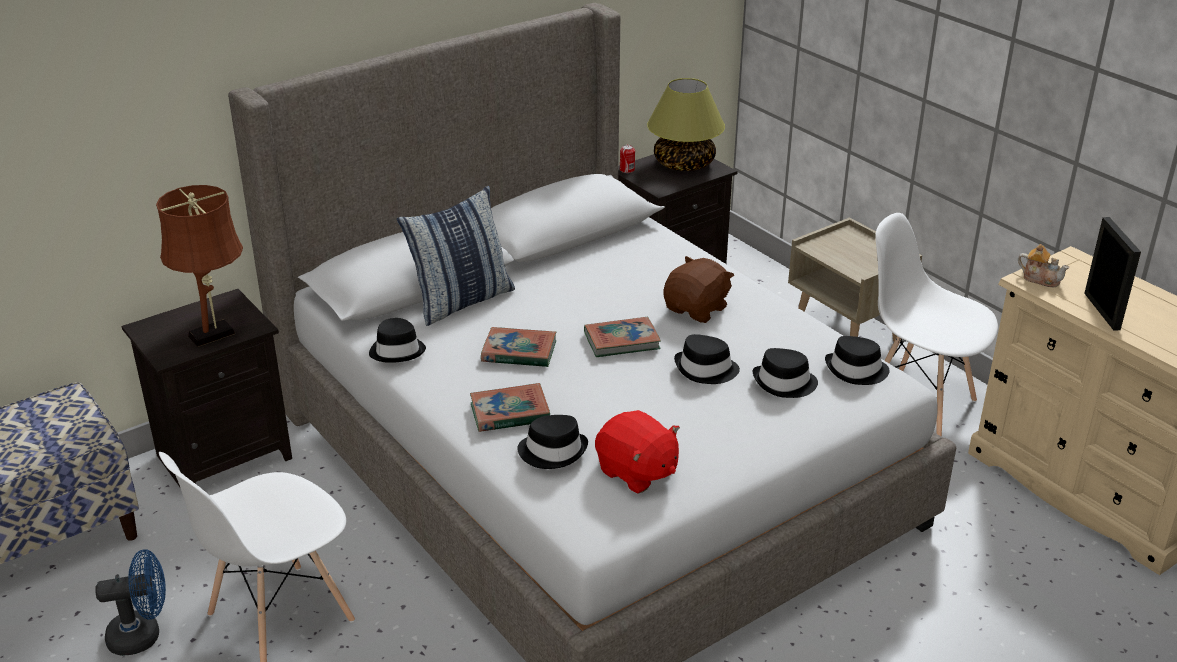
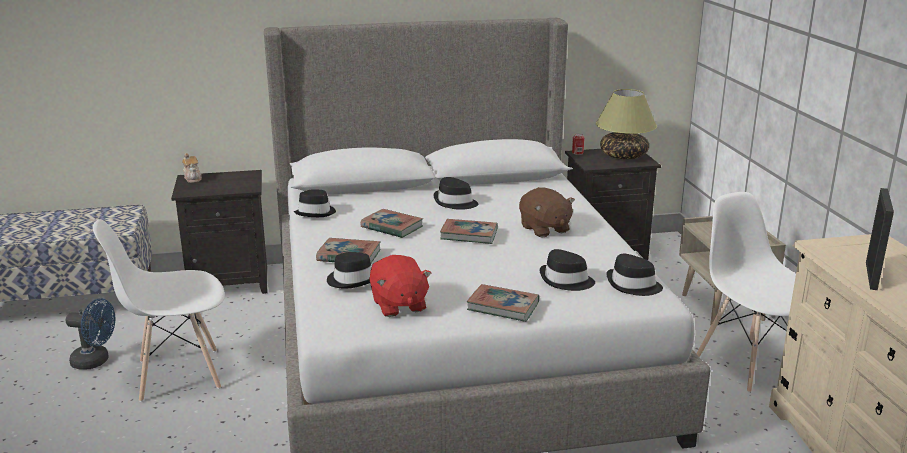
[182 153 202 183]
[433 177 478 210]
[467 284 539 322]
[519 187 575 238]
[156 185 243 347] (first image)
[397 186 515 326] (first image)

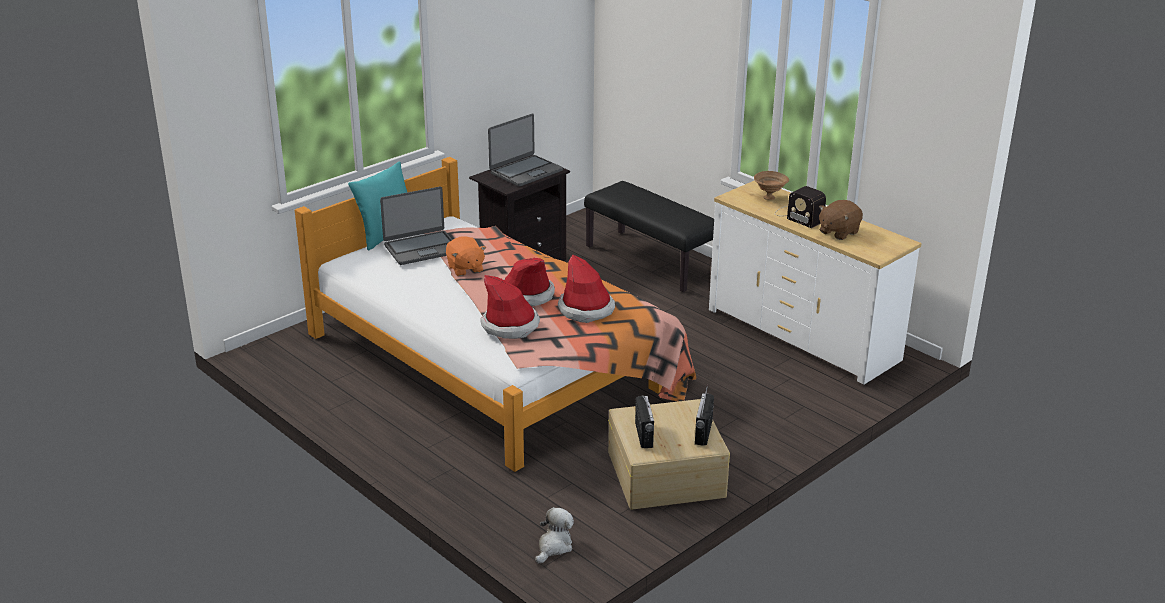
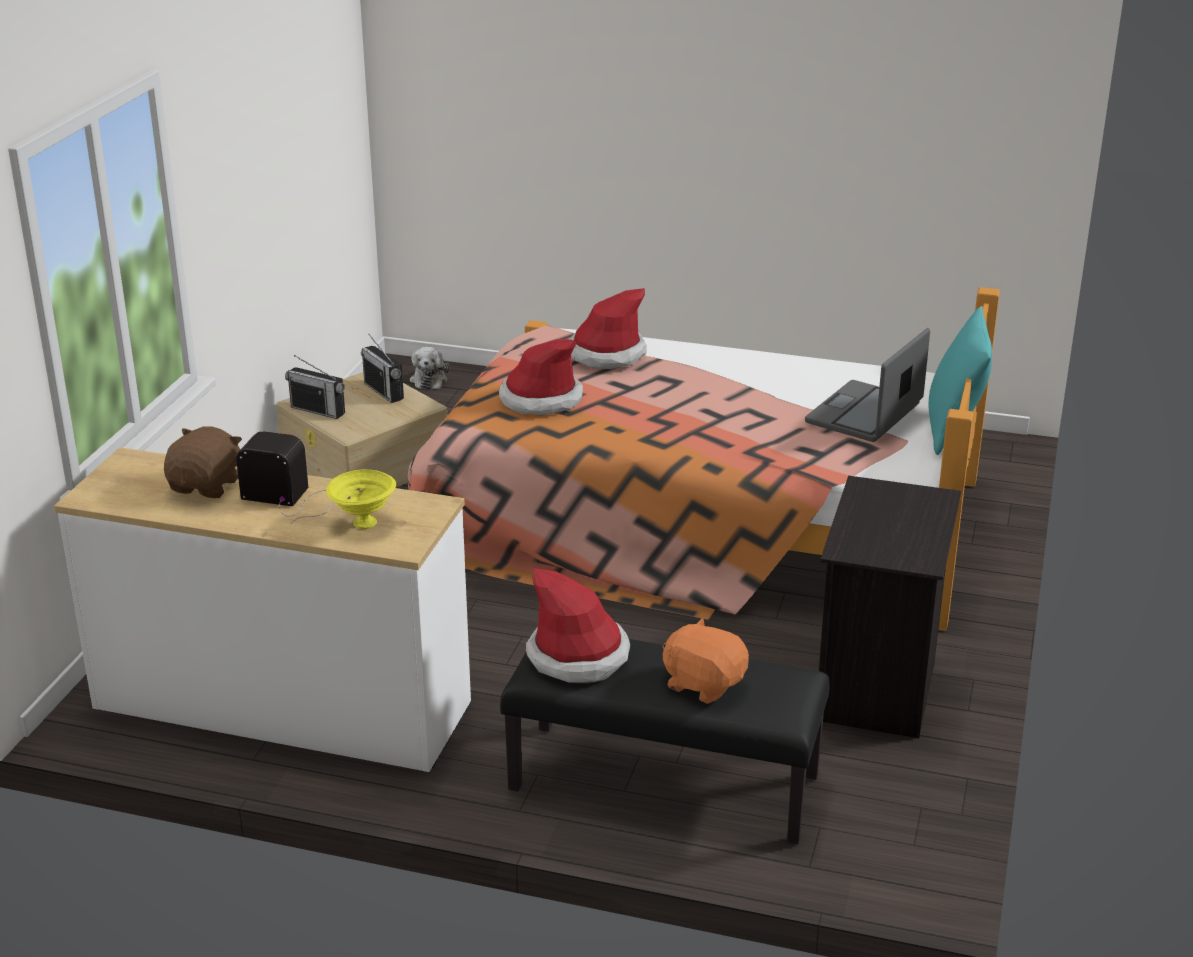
[285 355 345 419]
[326 470 396 529]
[526 568 630 683]
[663 618 749 704]
[488 114 563 187] (first image)

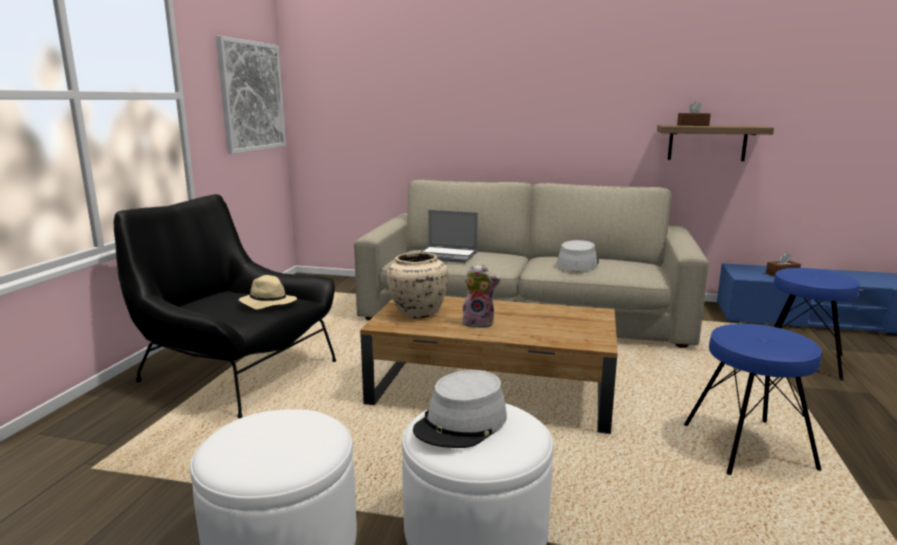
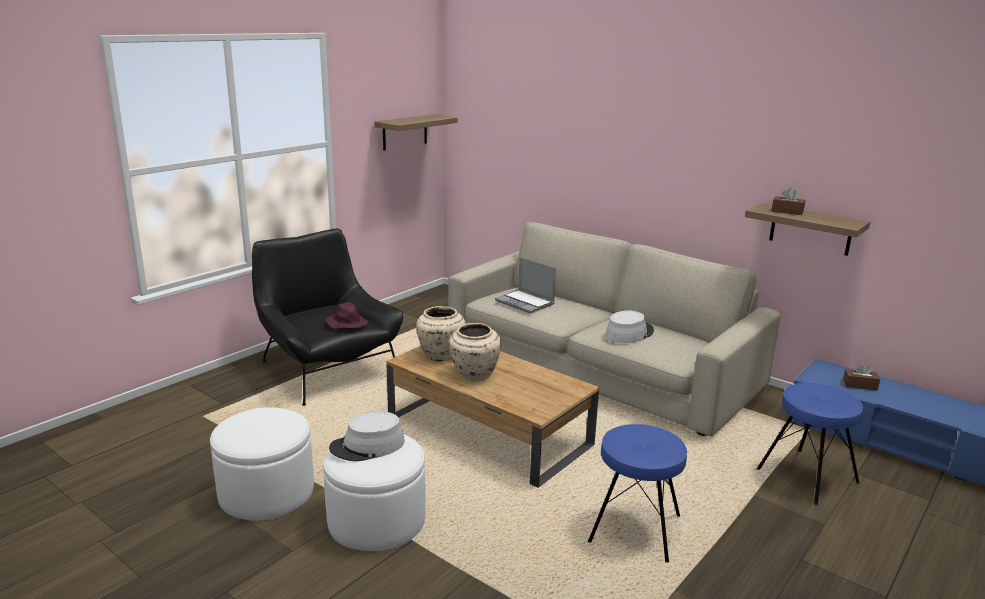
[326 302 368 329]
[374 114 458 151]
[449 323 501 381]

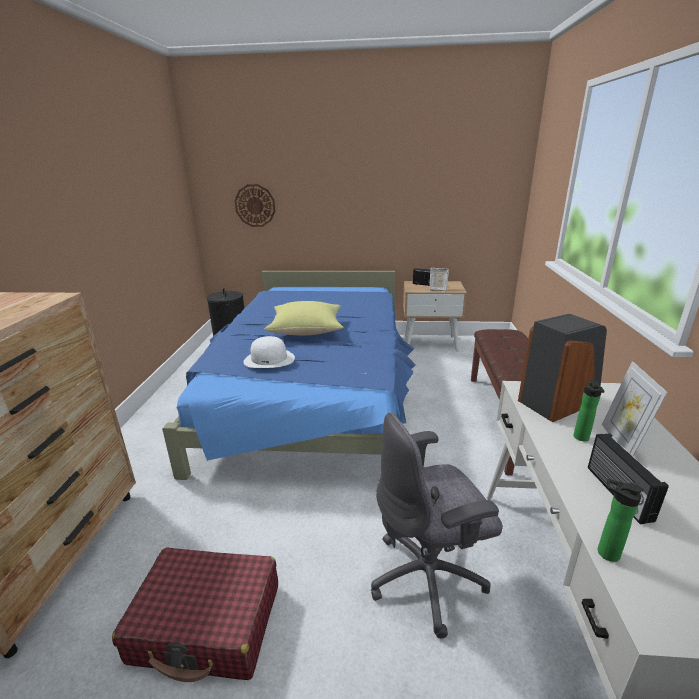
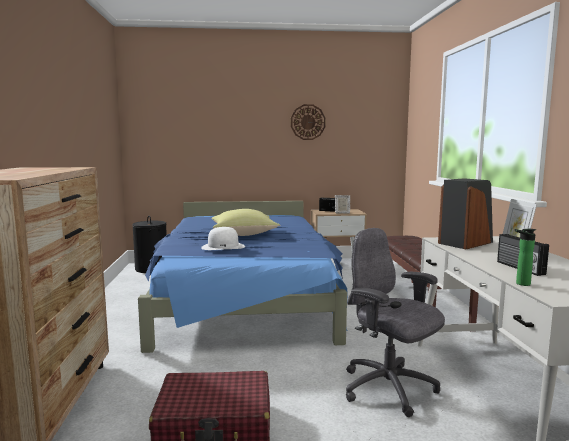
[291 104 326 140]
[346 228 445 417]
[573 379 604 441] (first image)

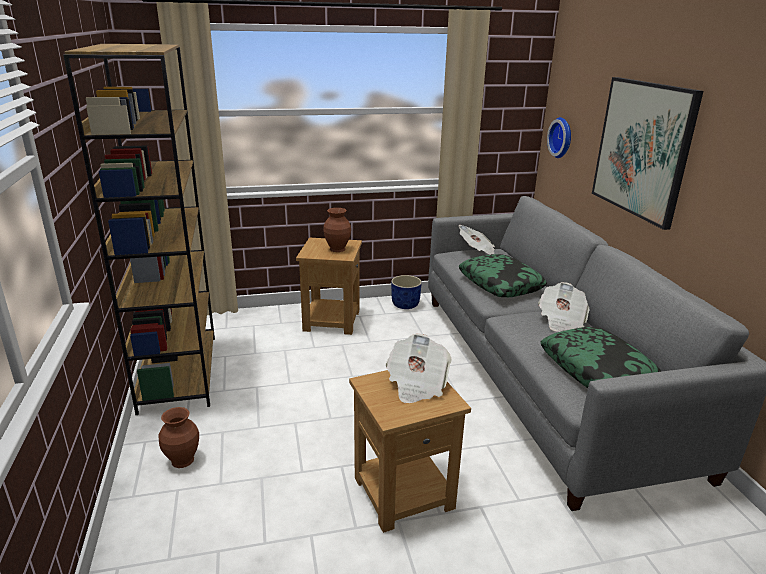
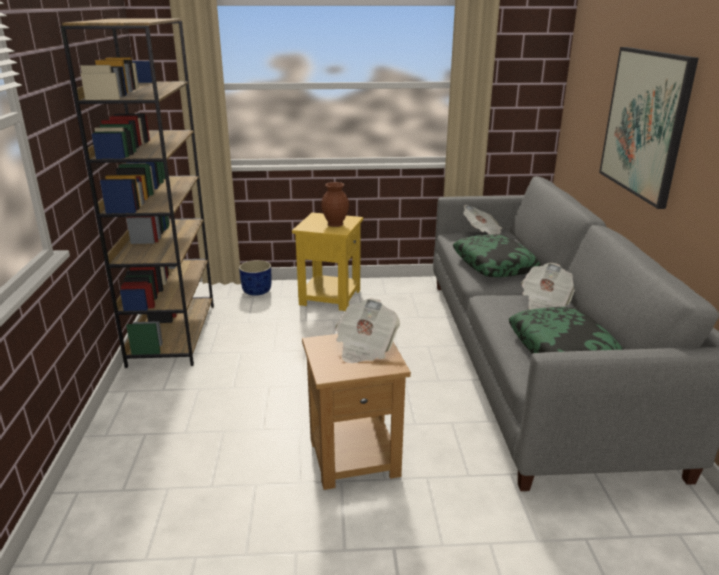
[239 260 271 296]
[292 213 363 311]
[159 407 199 468] (first image)
[547 117 571 158] (first image)

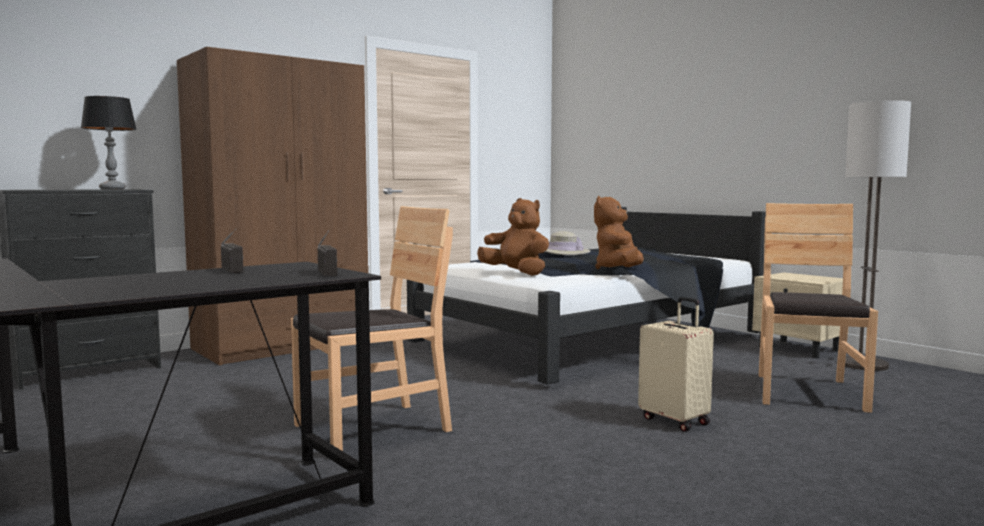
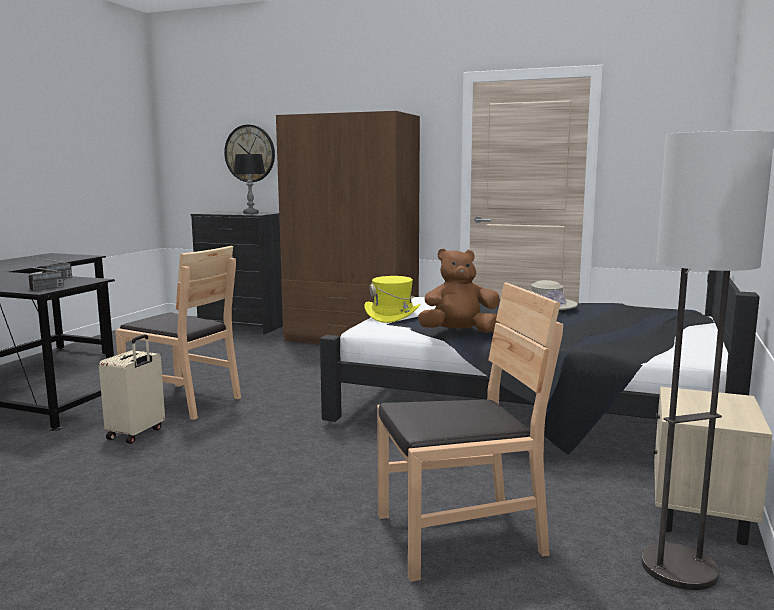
[99 334 165 444]
[224 125 275 182]
[364 276 420 323]

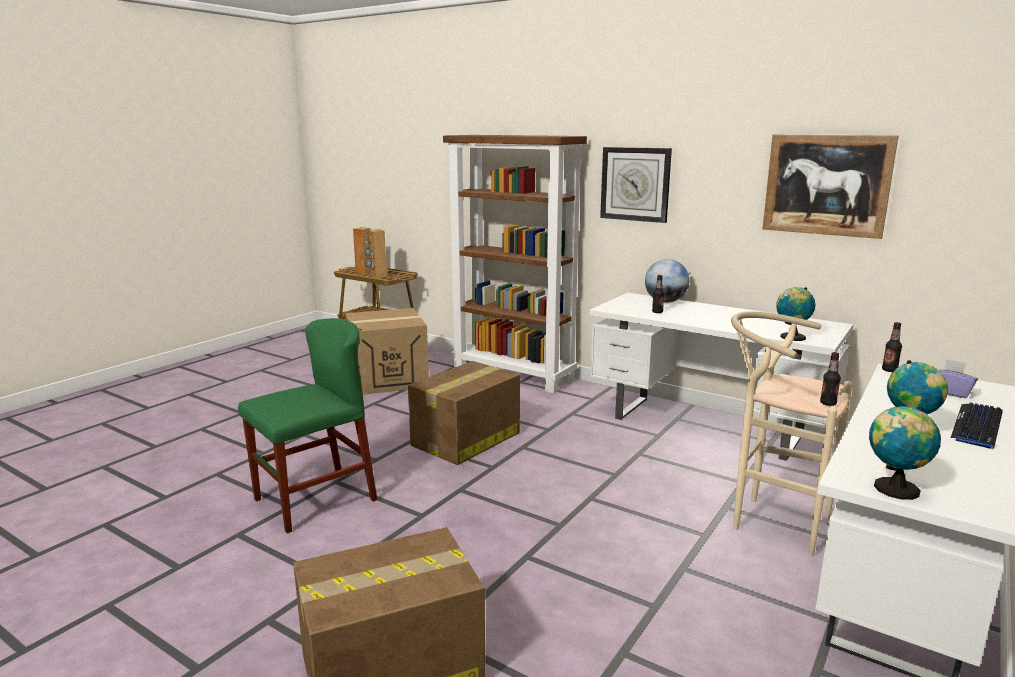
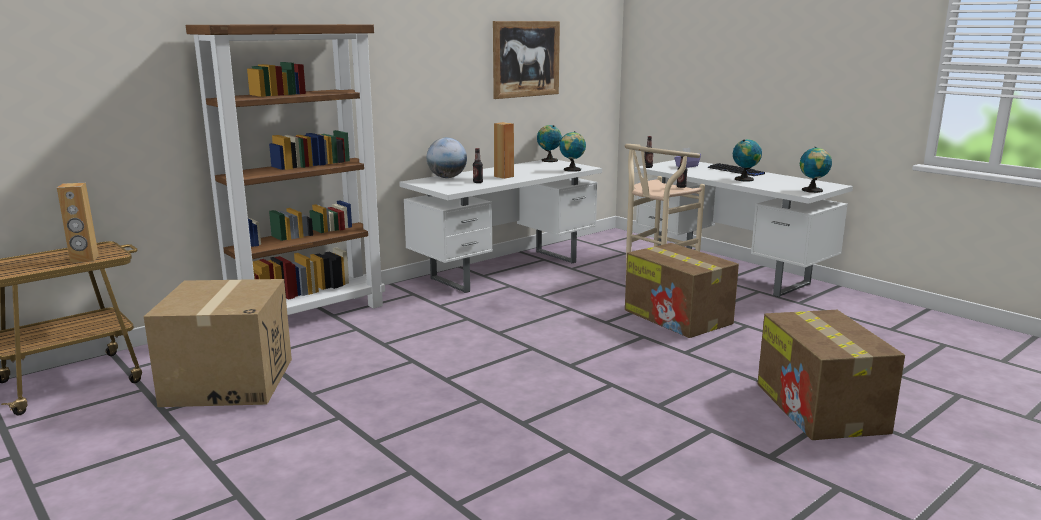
[494 122 514 179]
[537 125 562 162]
[625 243 739 338]
[238 318 377 534] (first image)
[600 147 672 223] (first image)

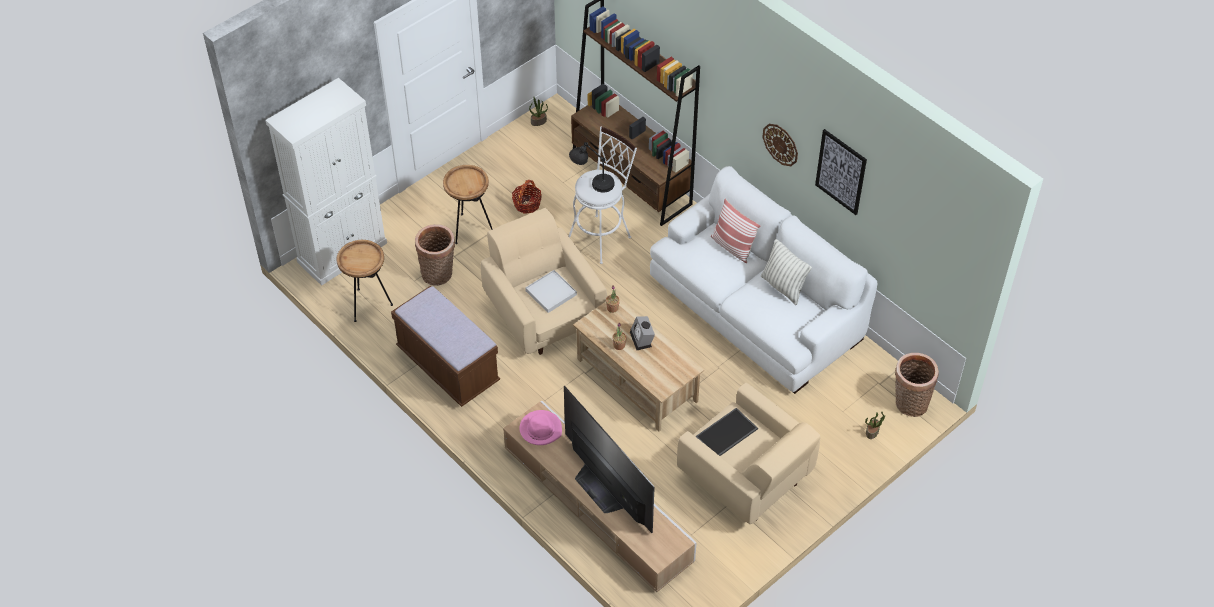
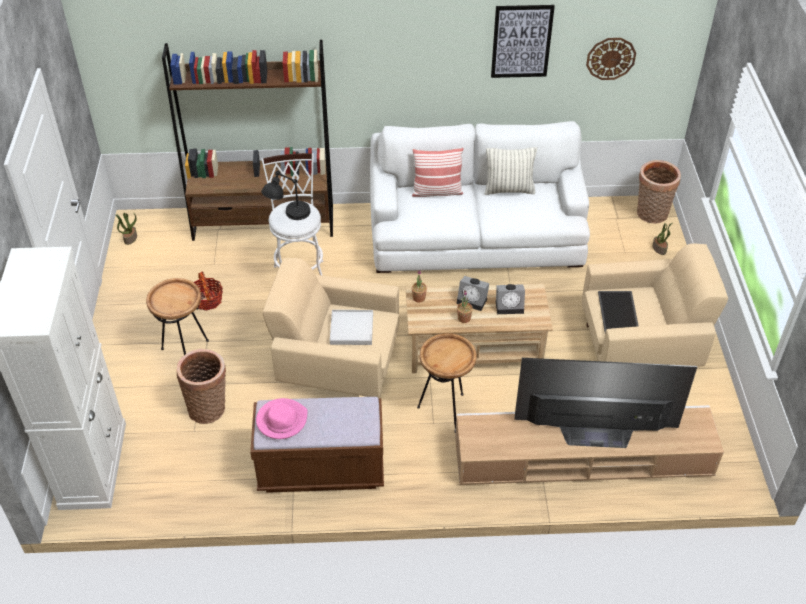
[256 398 307 439]
[417 333 477 432]
[496 284 525 314]
[586 38 636 80]

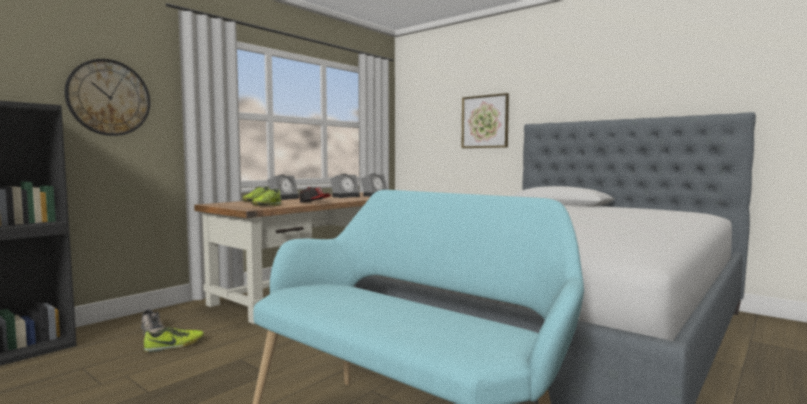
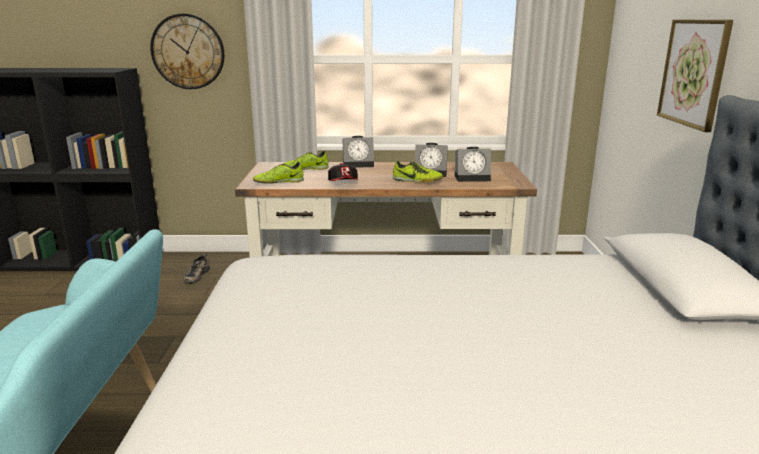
[393 161 443 183]

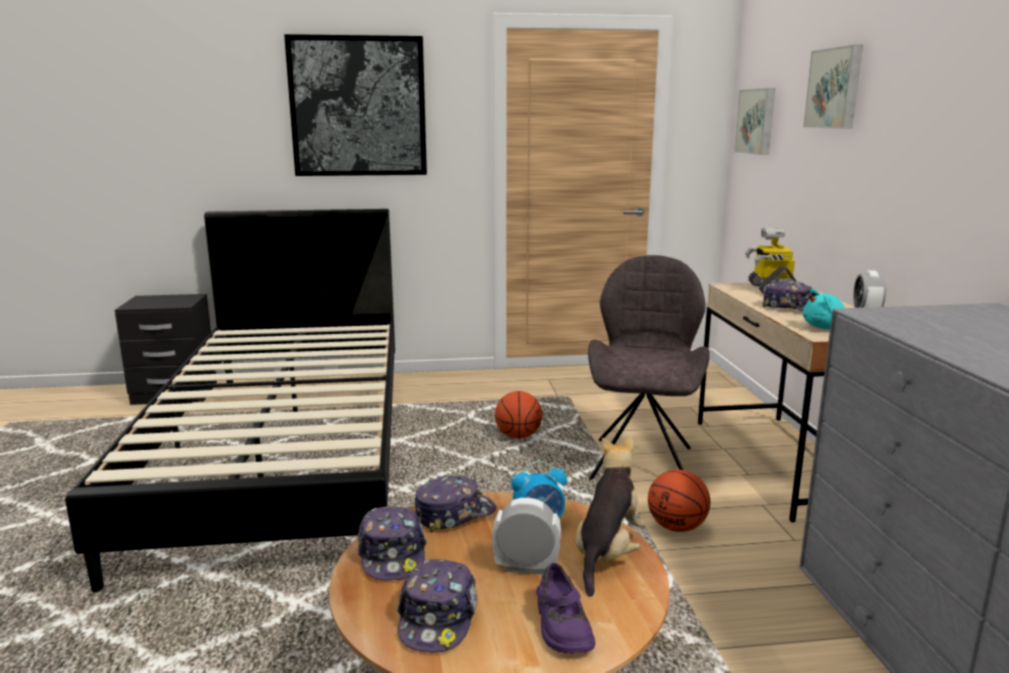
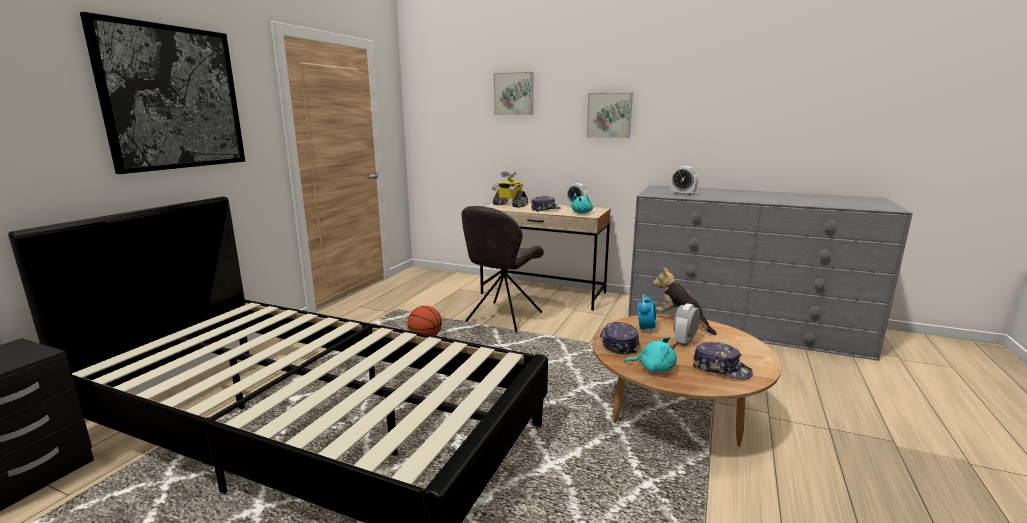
[462 206 544 332]
[586 93 633 138]
[624 337 677 372]
[670 166 698 196]
[536 563 595 654] (first image)
[648 470 710 532] (first image)

